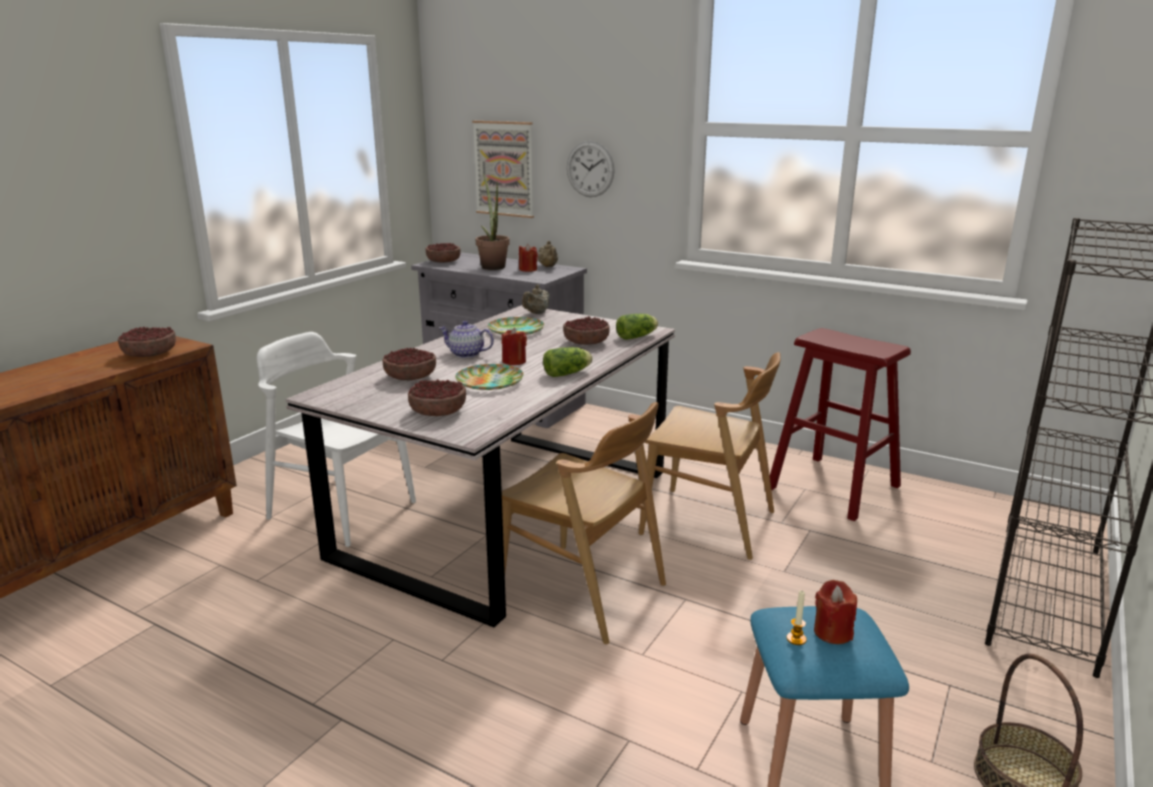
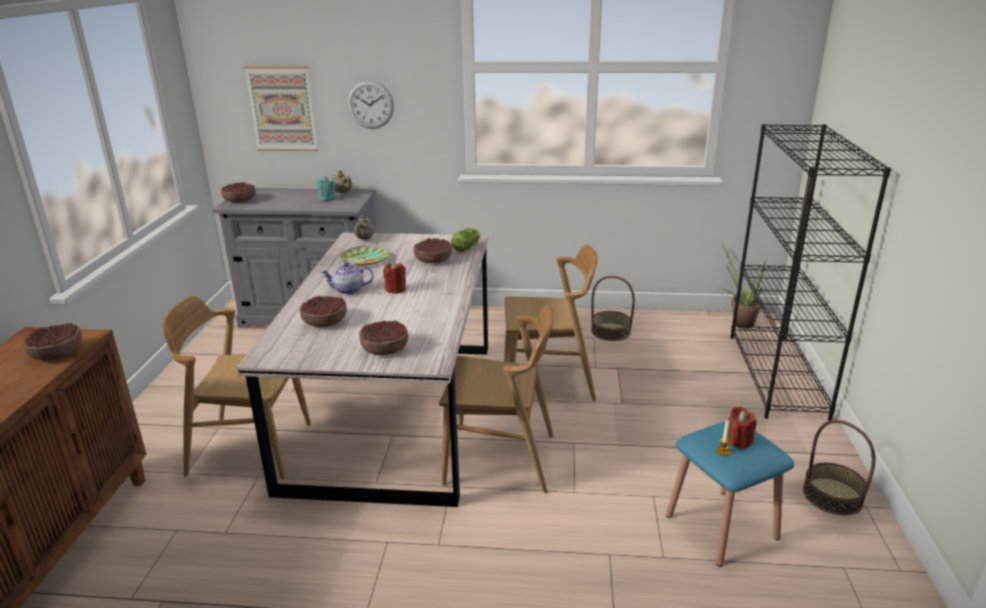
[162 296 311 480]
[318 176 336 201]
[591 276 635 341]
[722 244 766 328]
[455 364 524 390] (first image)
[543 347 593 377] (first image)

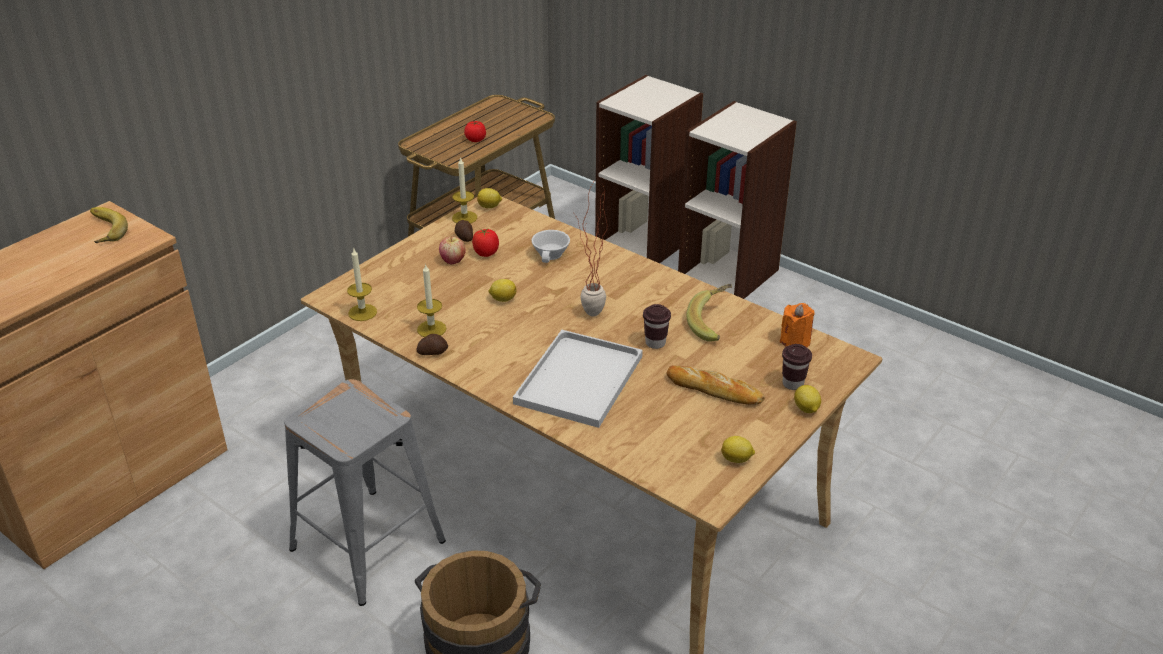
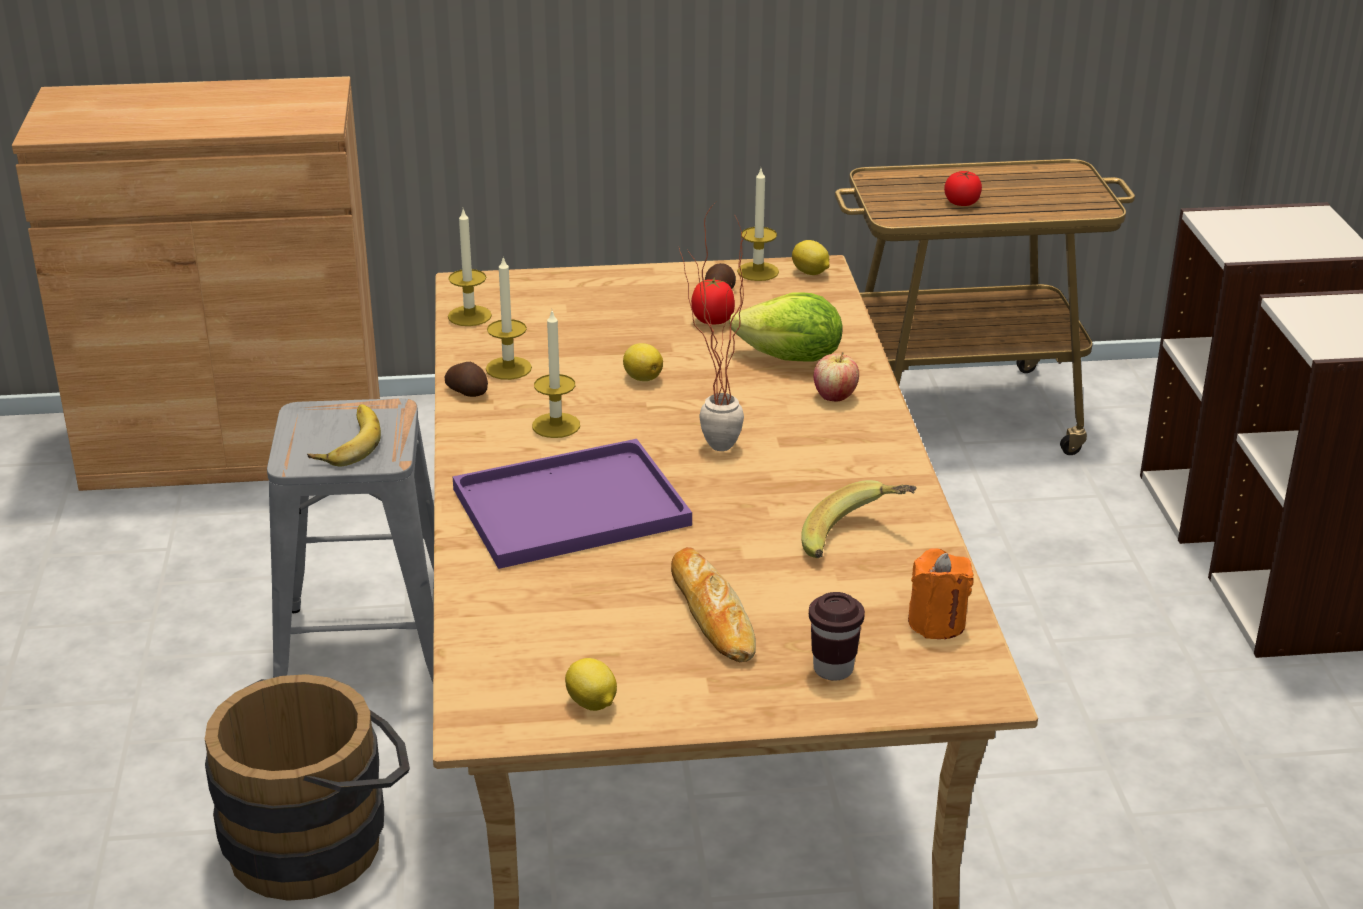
[307 404 381 467]
[452 439 692 569]
[532 311 580 438]
[729 292 843 361]
[814 352 859 401]
[643 304 671 349] (first image)
[794 385 821 413] (first image)

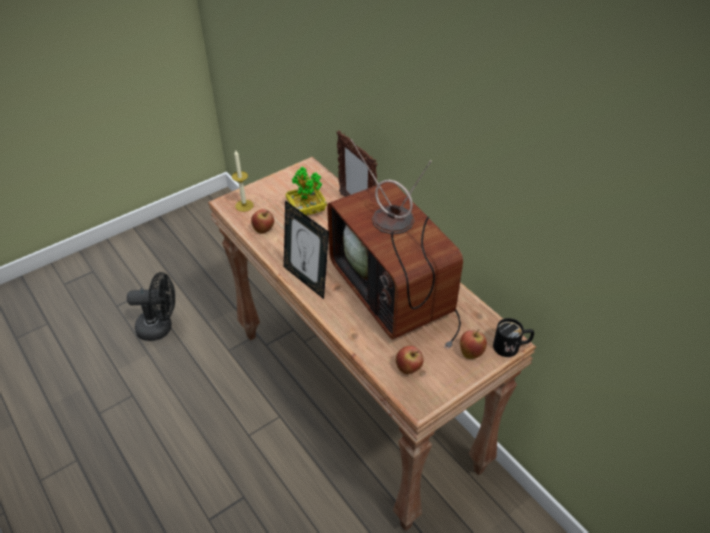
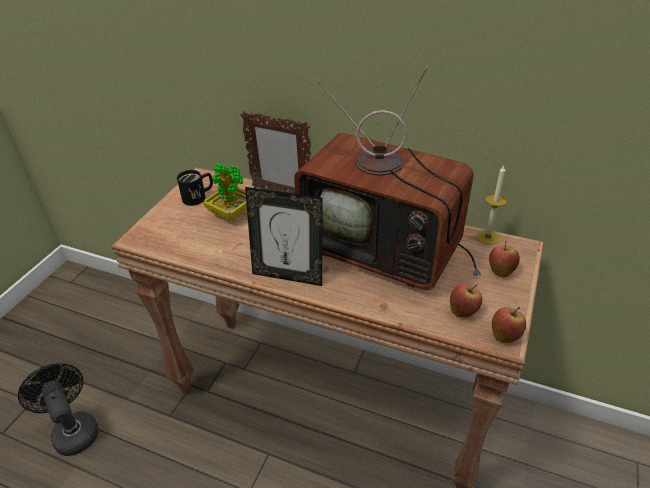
[18 363 99 456]
[177 170 213 206]
[476 166 507 245]
[492 307 526 343]

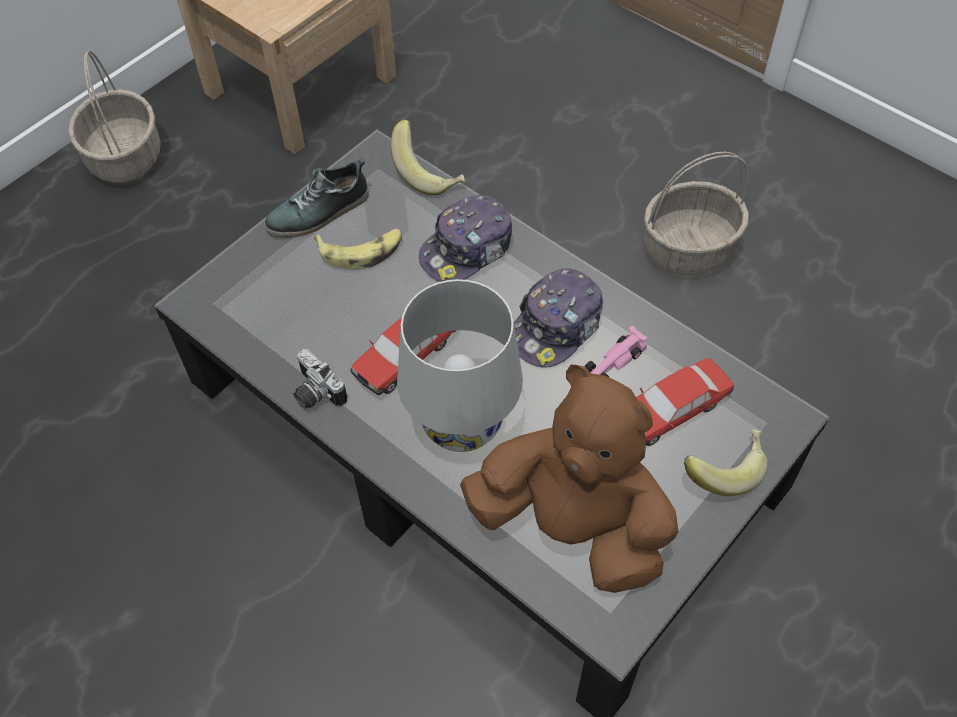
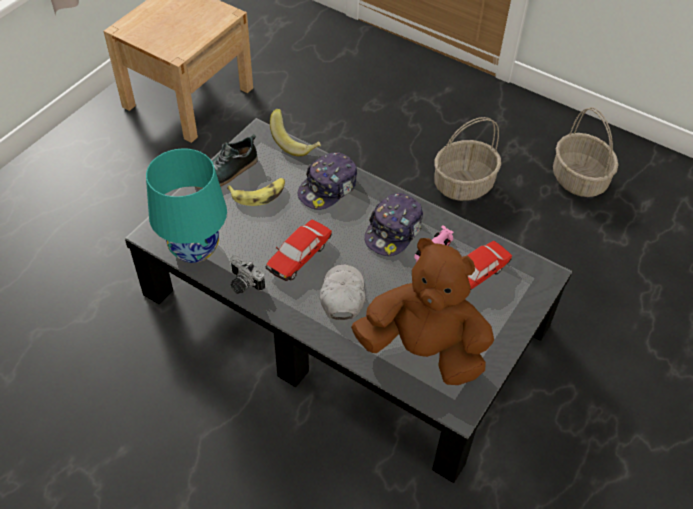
[146 148 227 263]
[320 264 366 320]
[553 107 618 197]
[684 429 768 496] (first image)

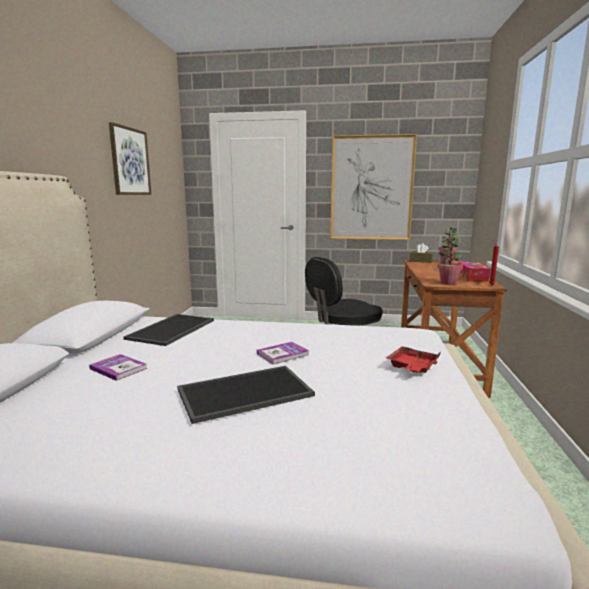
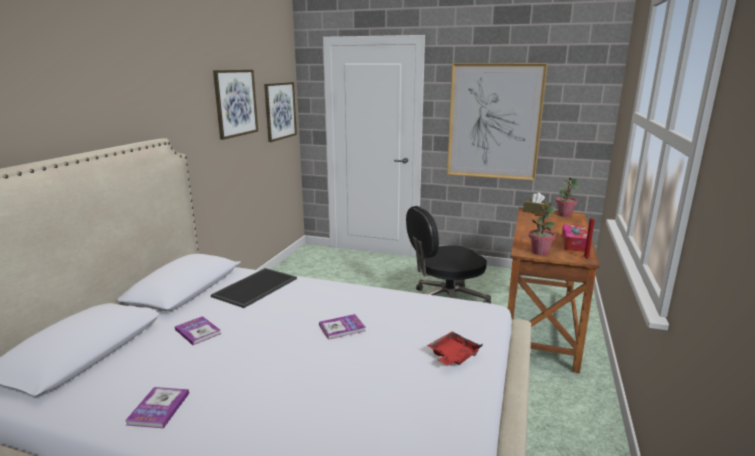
[125 387 189 428]
[264 82 297 142]
[177 366 315 424] (first image)

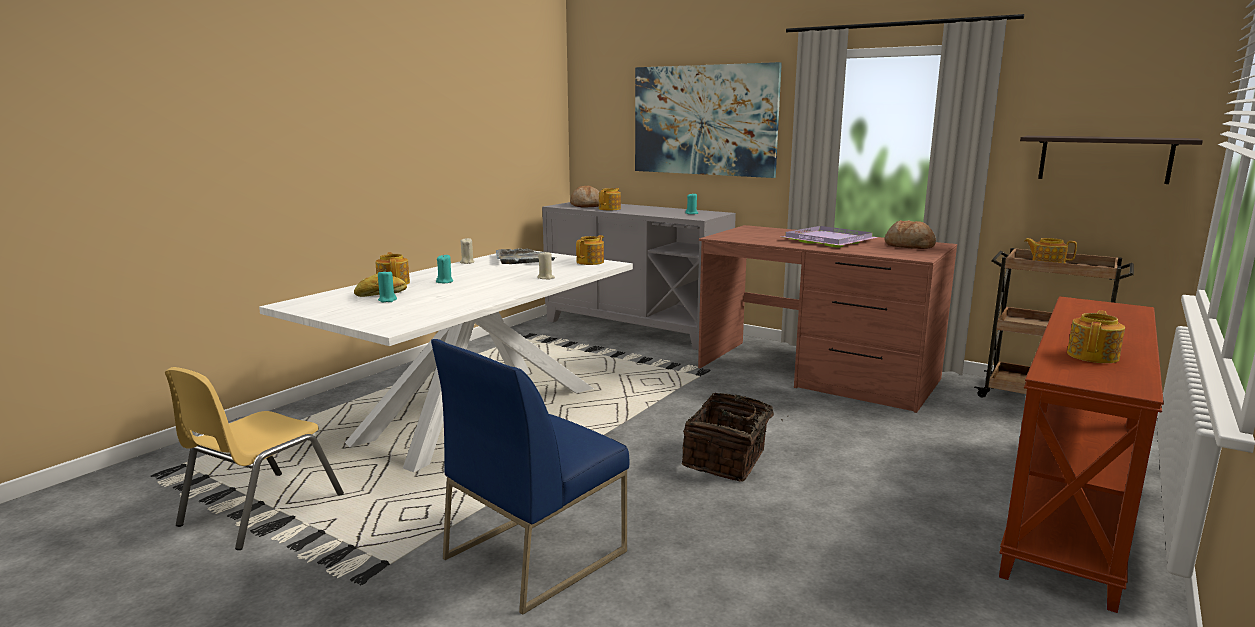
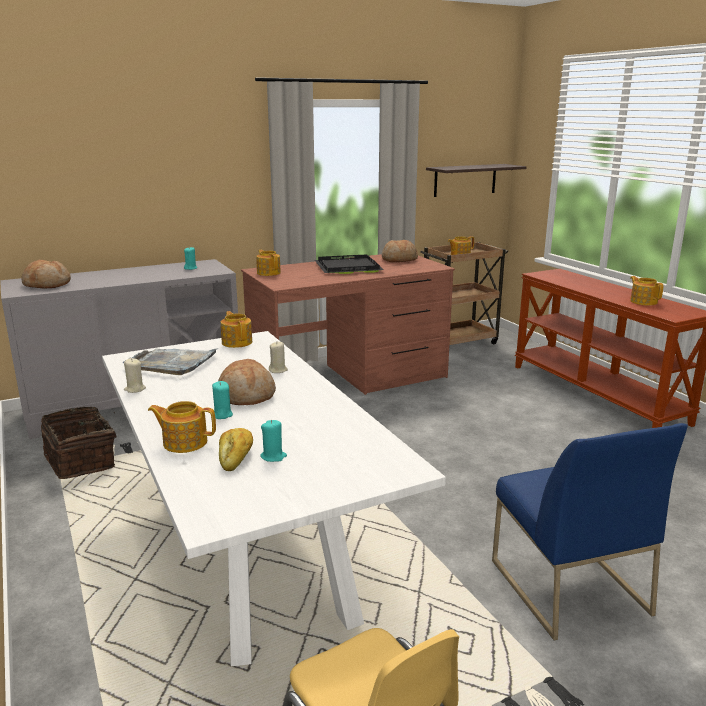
[41 407 116 479]
[218 359 276 405]
[256 250 281 276]
[315 254 384 274]
[635 62 782 178] (first image)

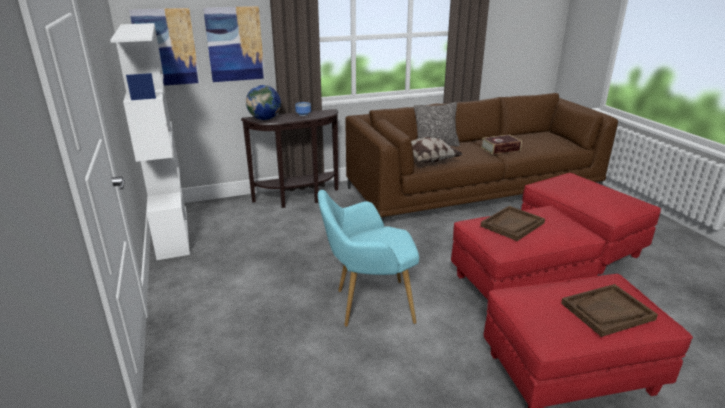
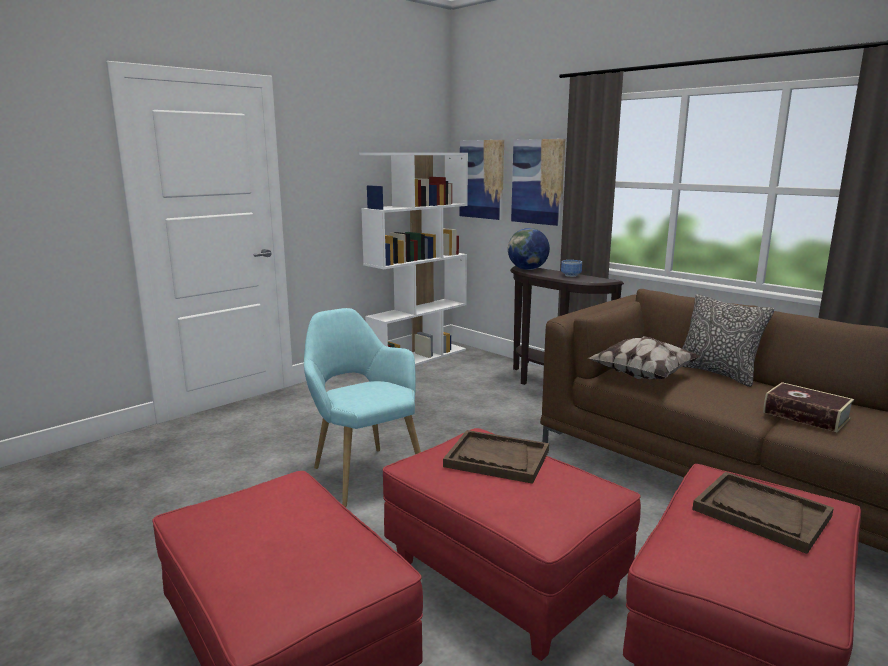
[692 472 834 554]

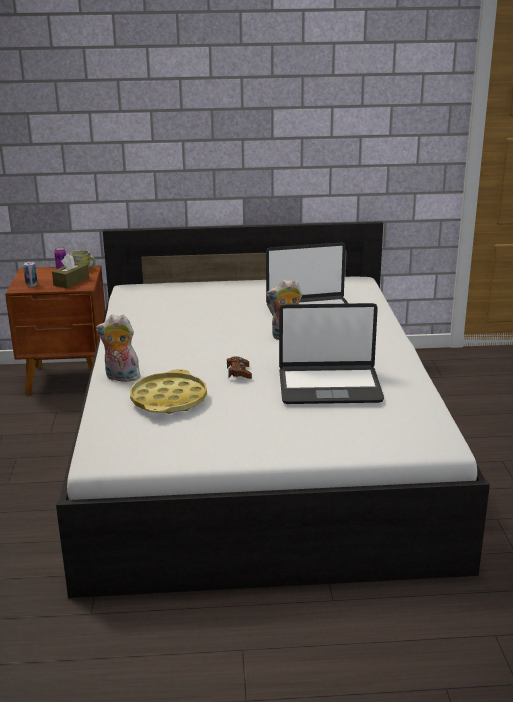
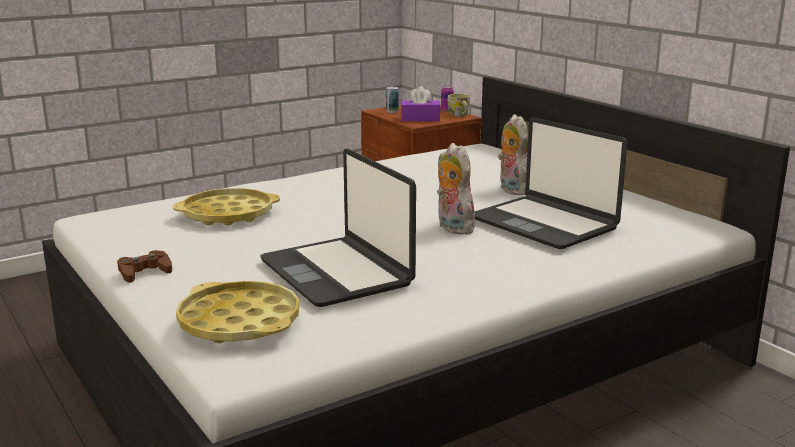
[117 250 172 283]
[176 281 299 344]
[401 86 441 121]
[498 114 528 195]

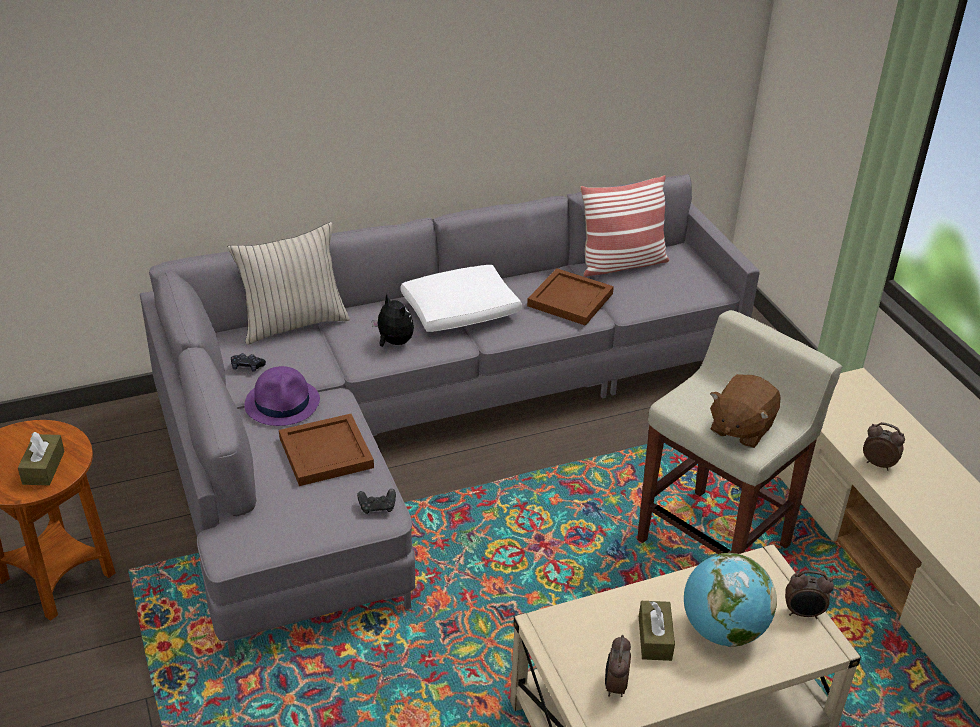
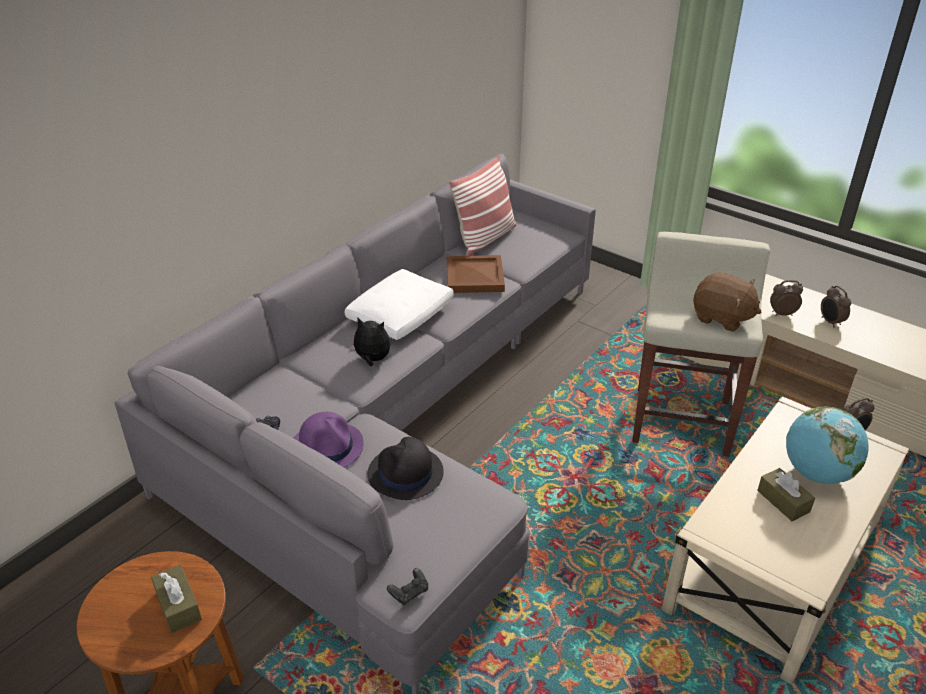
[367 437 444 500]
[387 568 428 605]
[693 272 761 332]
[821 286 851 328]
[228 222 350 345] (first image)

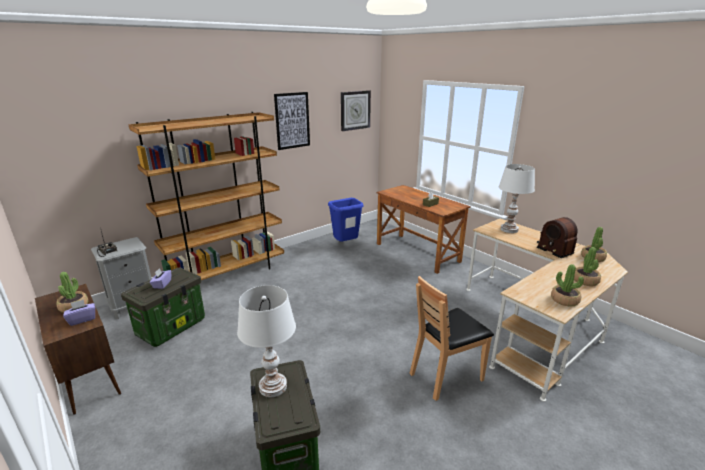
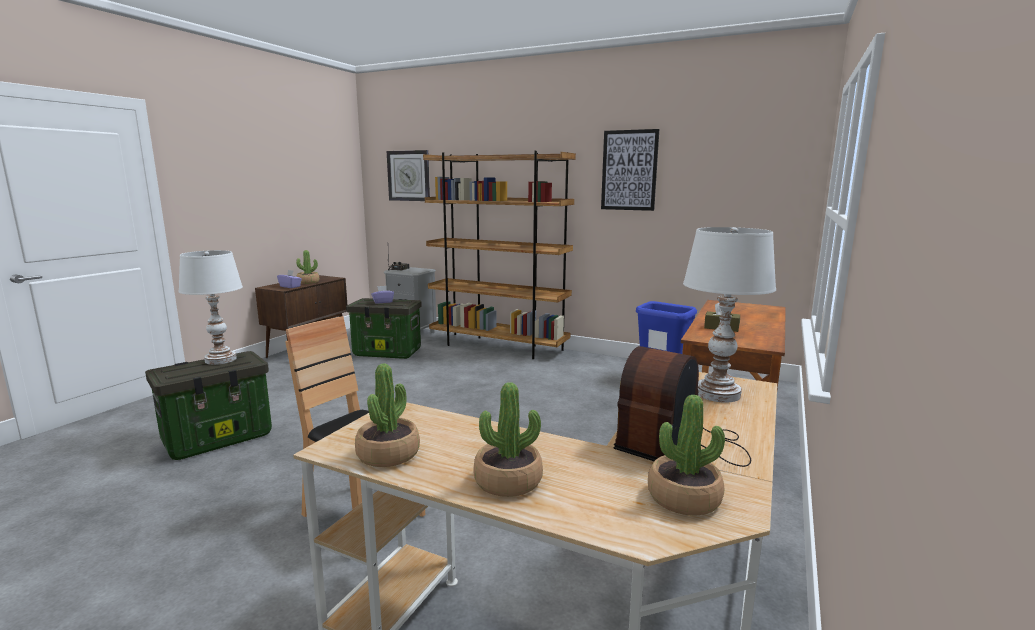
[387 150 430 201]

